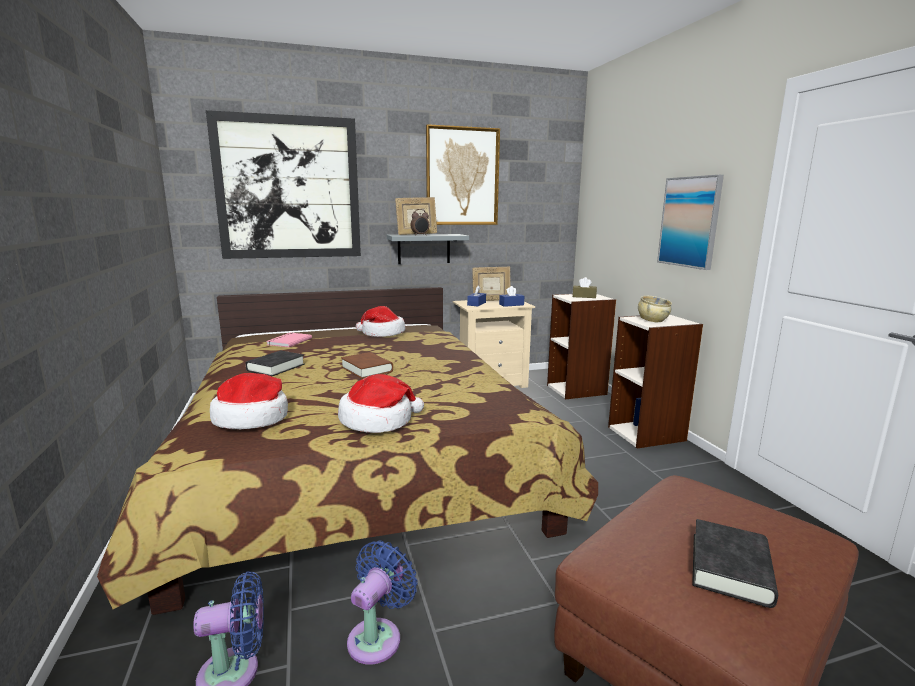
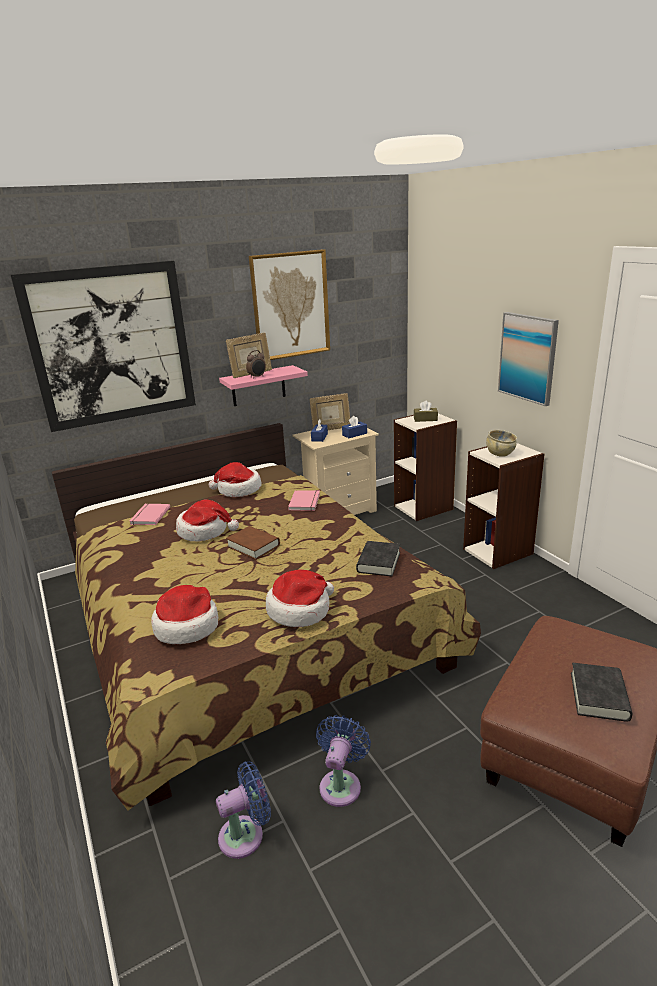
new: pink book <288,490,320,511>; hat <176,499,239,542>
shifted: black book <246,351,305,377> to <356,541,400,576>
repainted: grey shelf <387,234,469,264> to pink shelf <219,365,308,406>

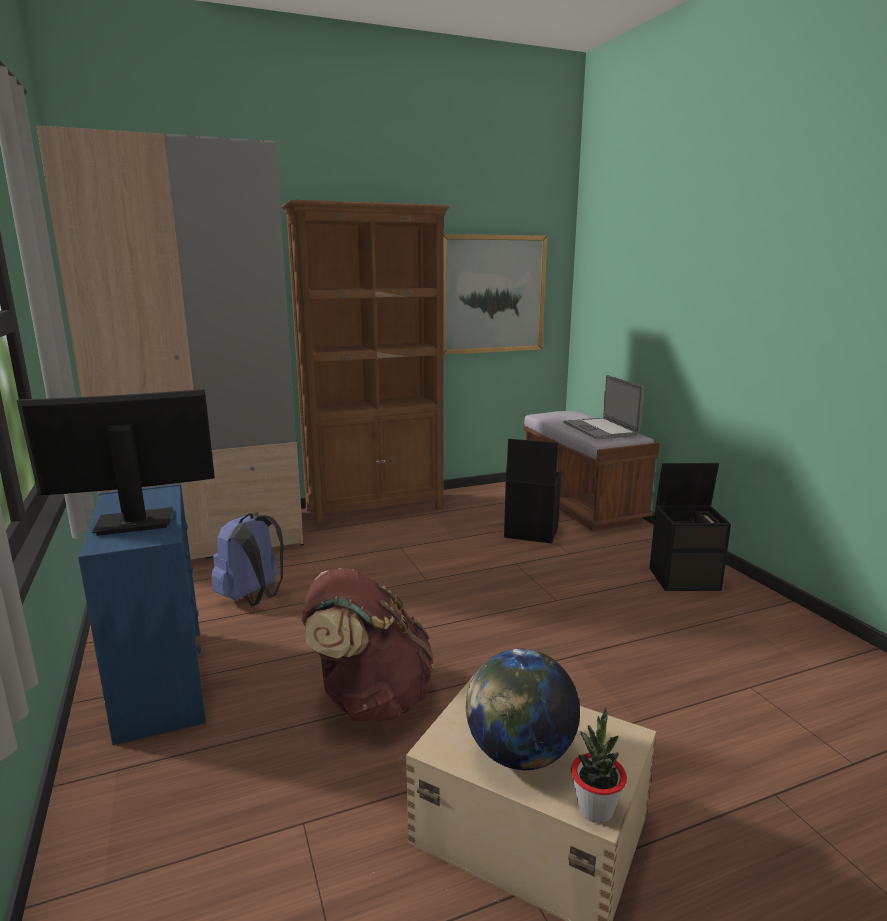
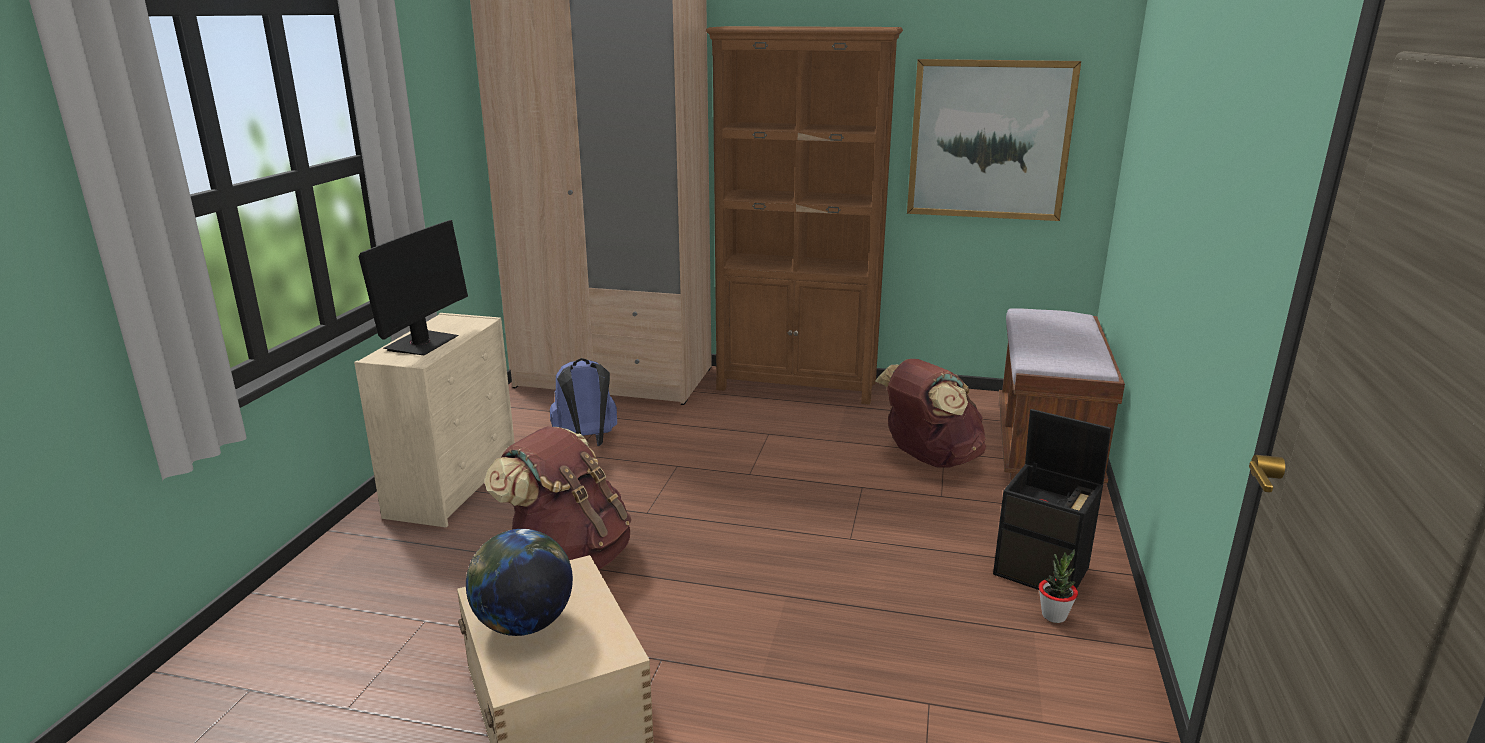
gone: laptop <563,375,644,439>
shifted: potted plant <571,707,627,823> to <1039,550,1078,623>
swapped: black storage box <504,439,561,544> to brown backpack <875,359,986,468>
repainted: blue dresser <78,484,206,745> to beige dresser <354,313,515,527>
rotated: monitor <17,389,215,536> = <359,220,468,355> 90 degrees clockwise

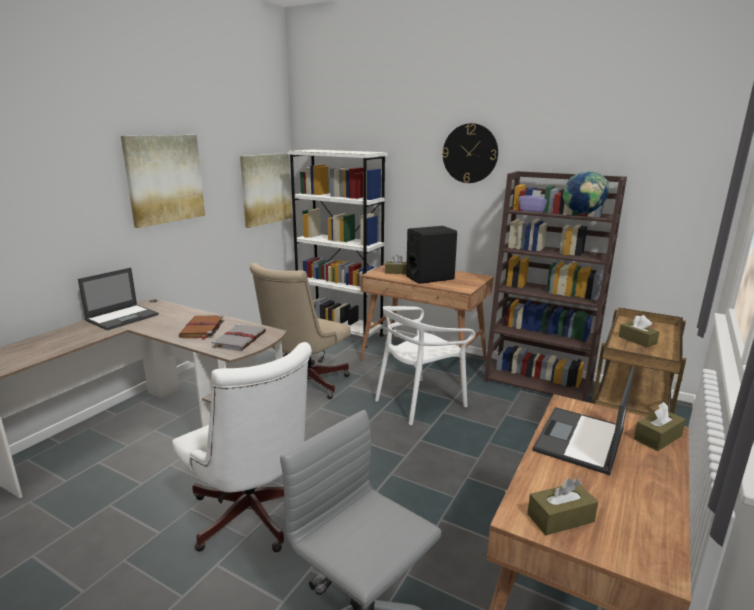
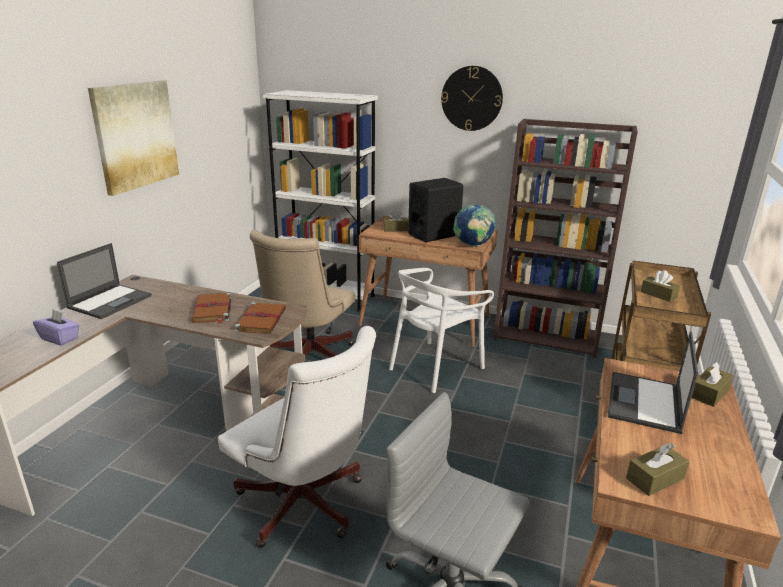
gone: picture <240,153,292,228>
shifted: globe <563,171,609,215> to <453,204,496,247>; purple tissue box <519,190,547,213> to <33,310,80,345>
repainted: grey book <212,324,266,351> to brown book <235,302,286,334>

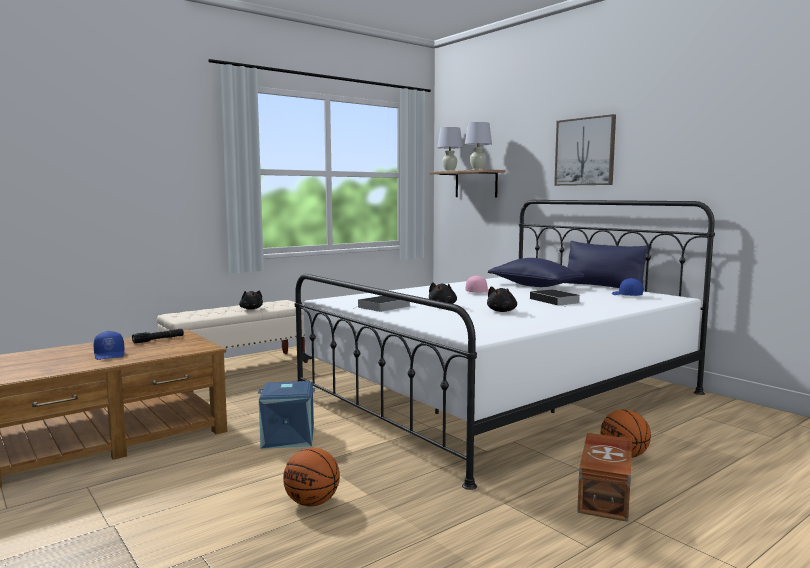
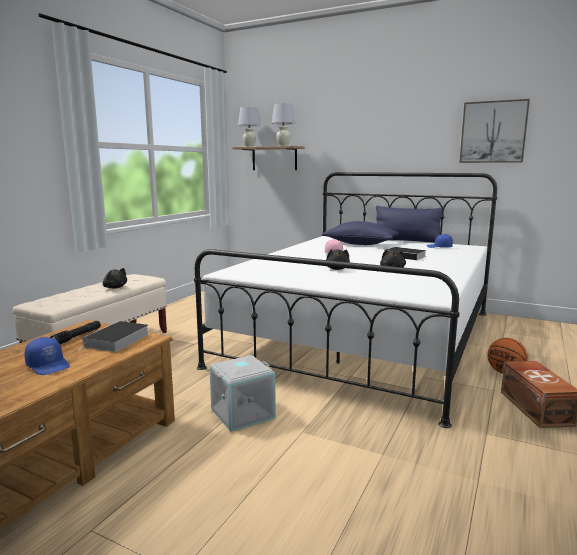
gone: basketball <283,448,340,506>
shifted: picture <554,114,616,186> to <459,99,530,163>; book <353,296,410,312> to <79,321,149,352>
repainted: blue storage box <258,381,315,449> to grey storage box <209,355,276,432>

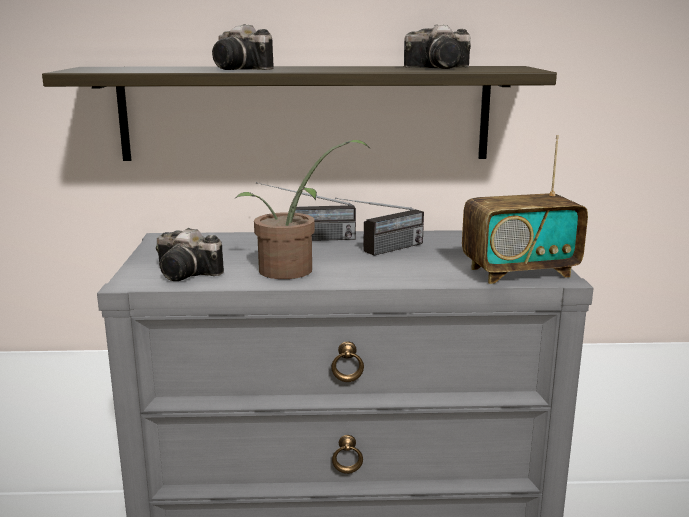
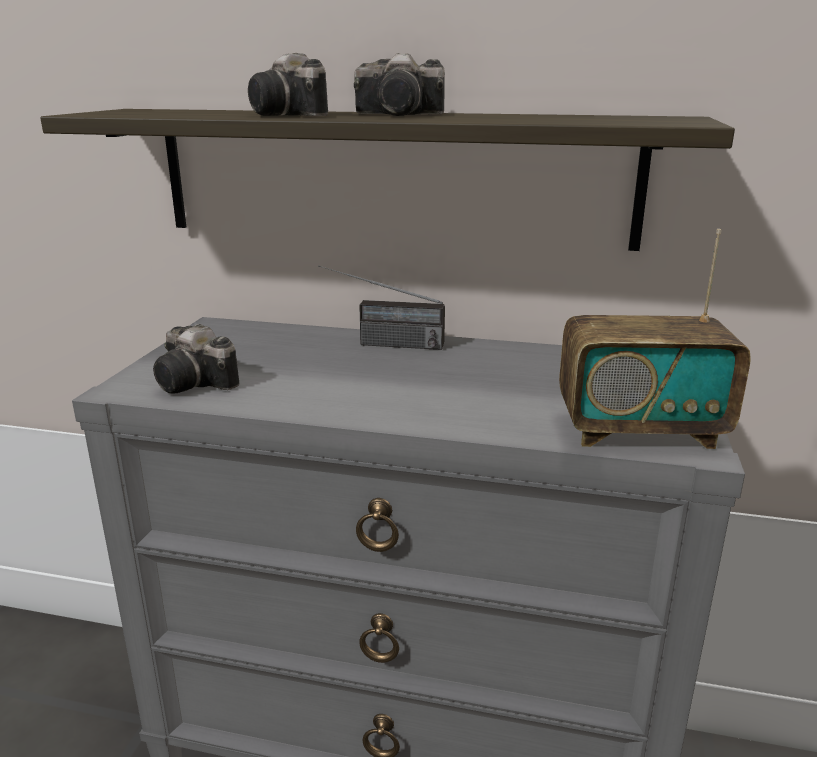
gone: potted plant <236,140,370,279>; radio <335,198,424,256>
shifted: photo camera <404,24,471,69> to <354,53,445,116>

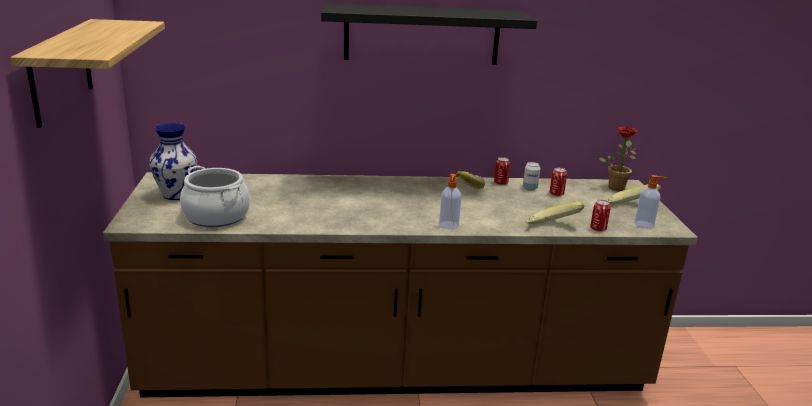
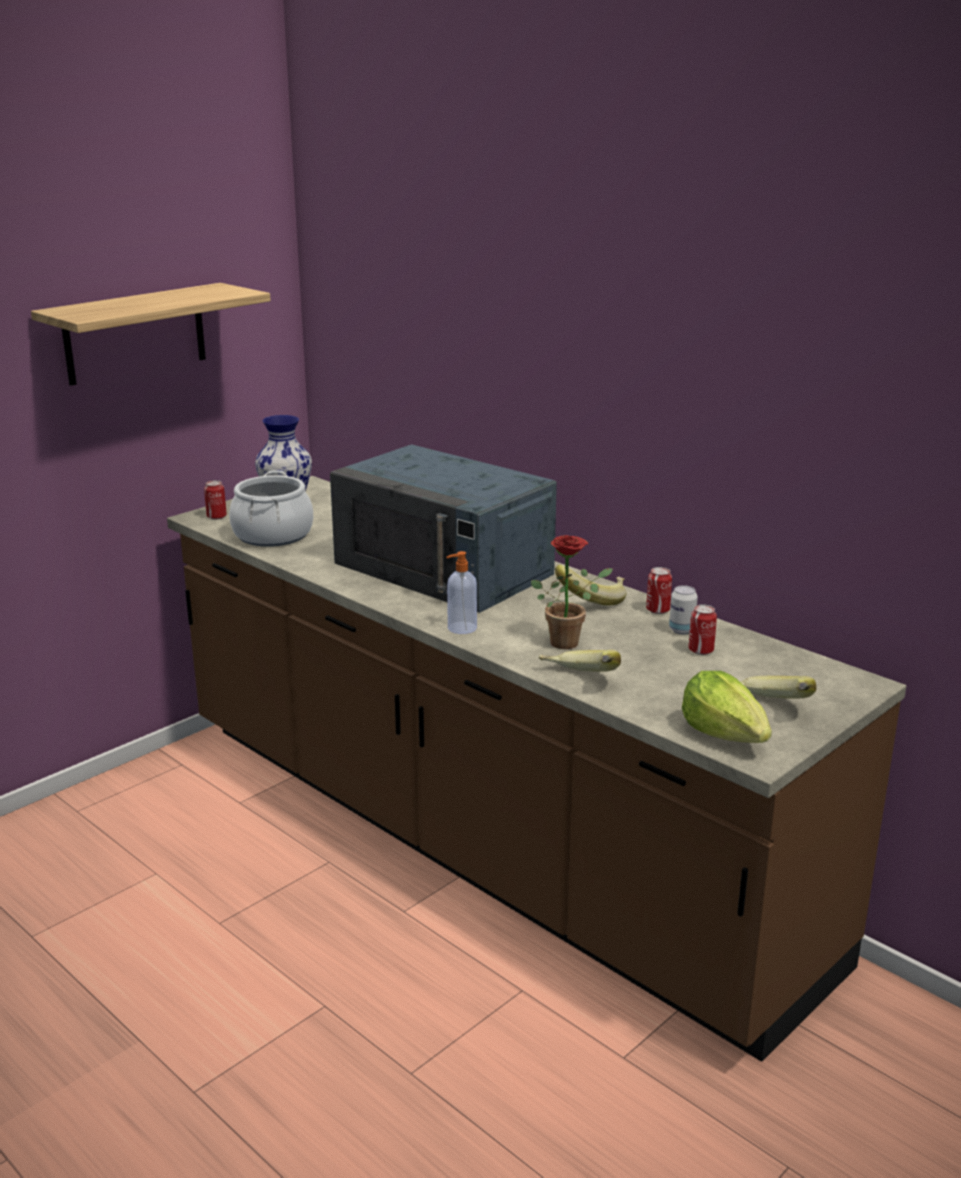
gone: black shelf <321,3,537,65>
new: blue microwave <330,444,557,613>
shifted: potted plant <599,127,638,191> to <531,535,613,649>; can <590,200,611,232> to <204,480,227,520>
swapped: soap dispenser <634,175,667,229> to lettuce <682,671,772,743>

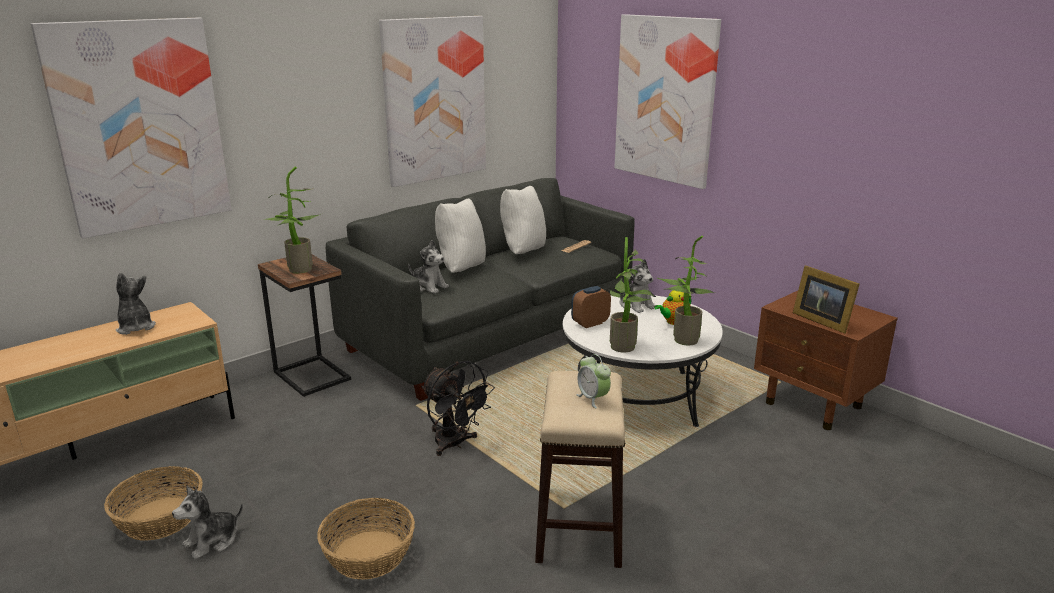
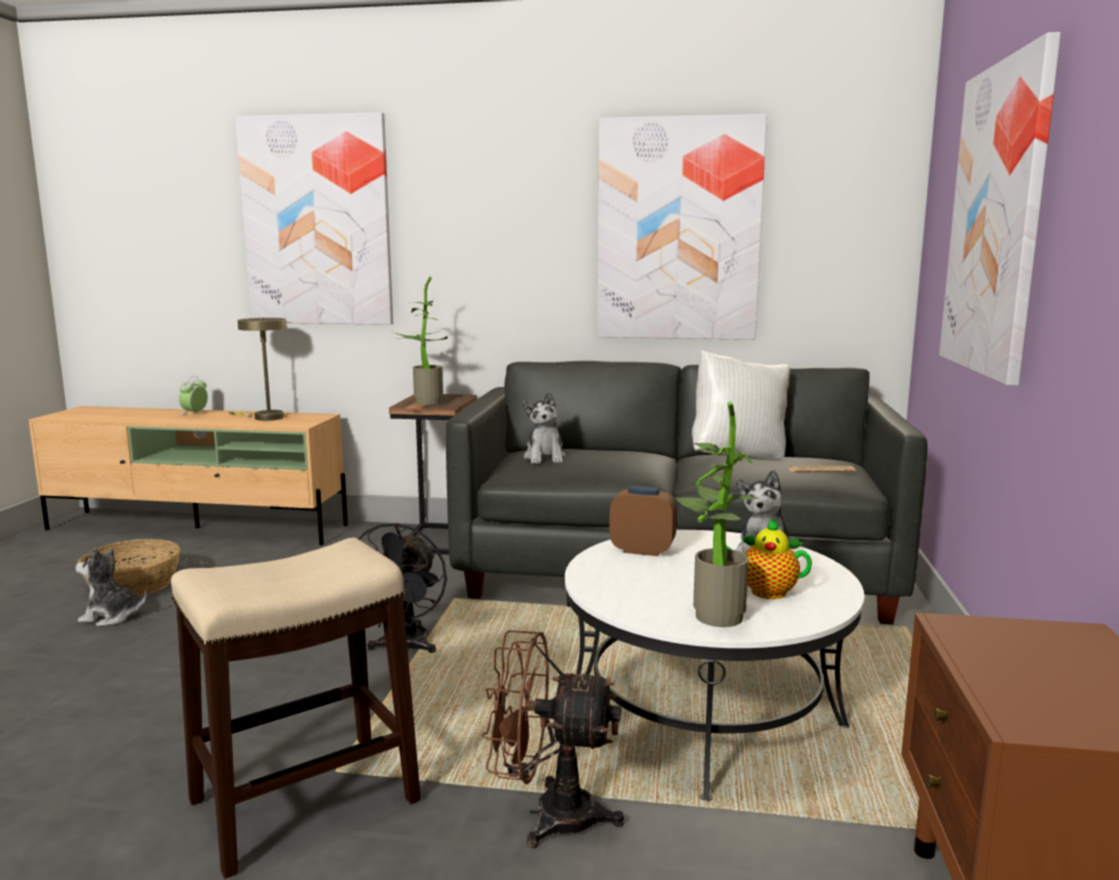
gone: white pillow <435,199,486,273>; potted plant <609,237,656,352>; picture frame <793,266,860,334>; basket <317,498,415,580>
new: brown fan <482,630,624,848>
shifted: alarm clock <576,354,611,408> to <179,376,208,416>
swapped: plush toy <116,272,156,335> to beige table lamp <228,318,287,421>

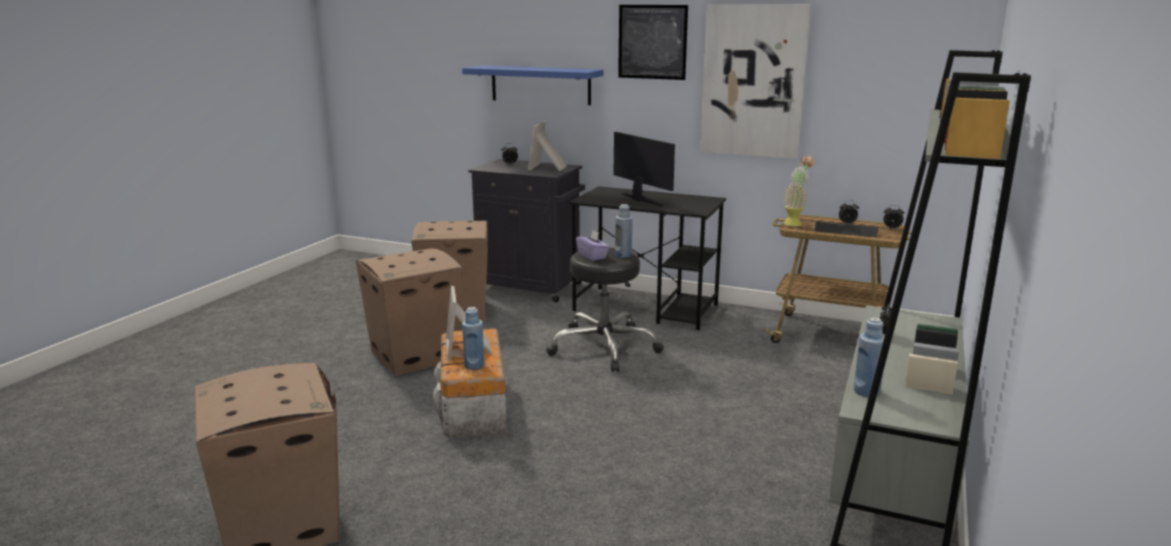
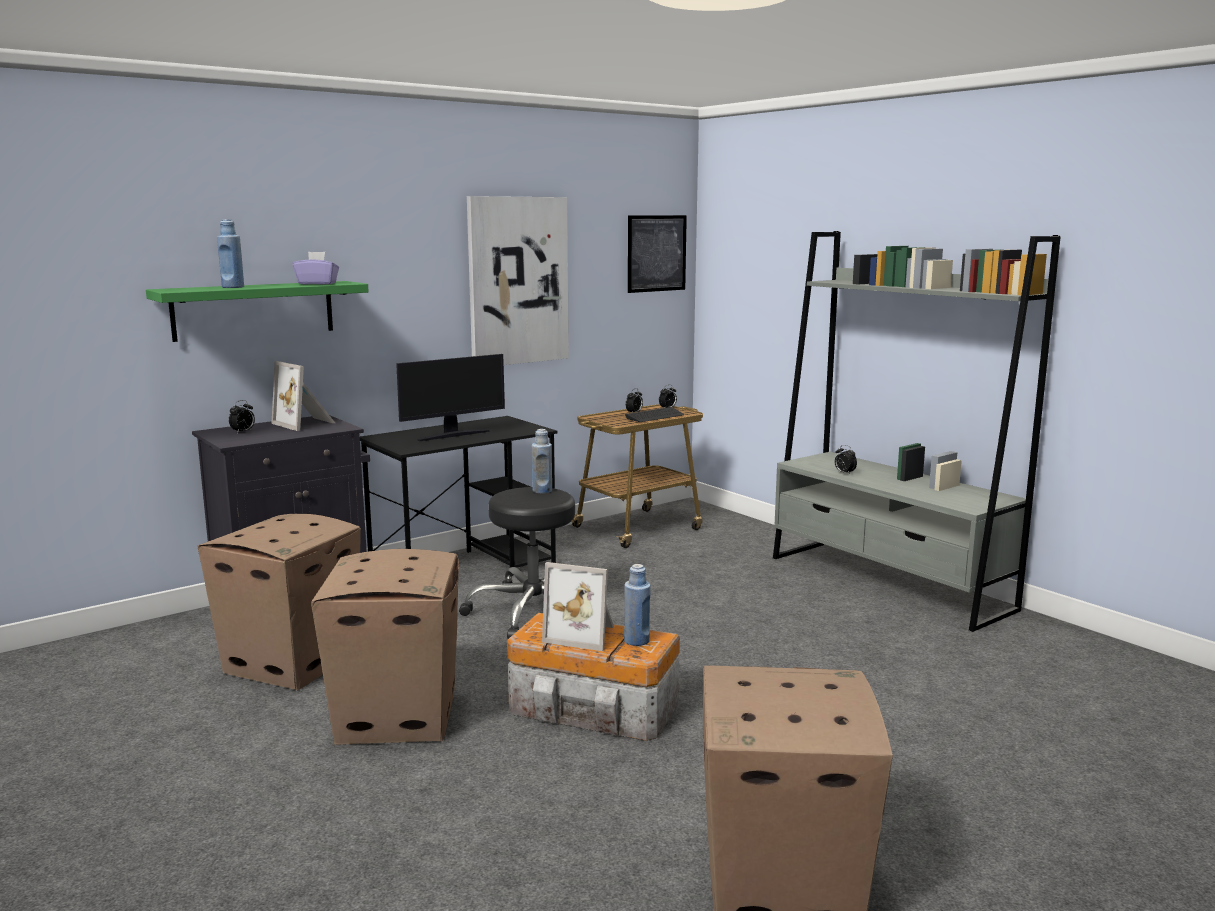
gone: potted plant <783,156,815,226>
shifted: picture <618,5,688,80> to <628,215,687,293>; purple tissue box <576,230,609,261> to <292,252,339,284>; blue bottle <854,318,885,397> to <217,219,244,288>
repainted: blue shelf <462,65,603,105> to green shelf <146,281,369,342>
rotated: monitor <613,132,675,206> = <396,354,505,441> 150 degrees clockwise

